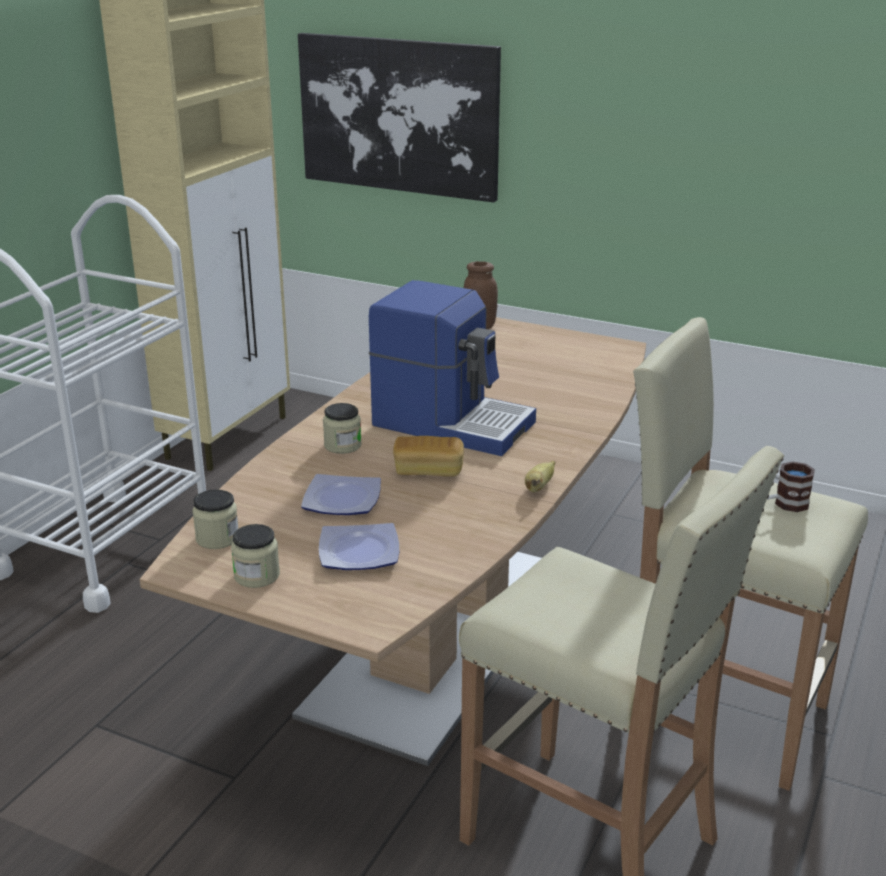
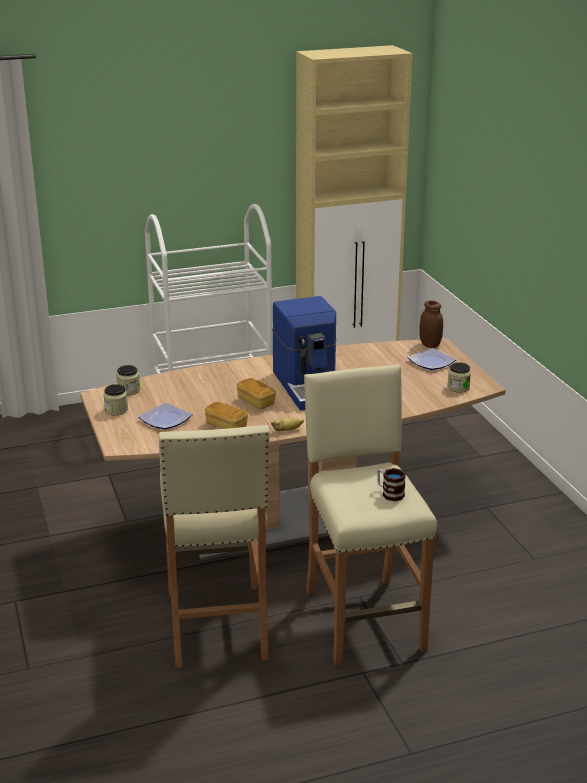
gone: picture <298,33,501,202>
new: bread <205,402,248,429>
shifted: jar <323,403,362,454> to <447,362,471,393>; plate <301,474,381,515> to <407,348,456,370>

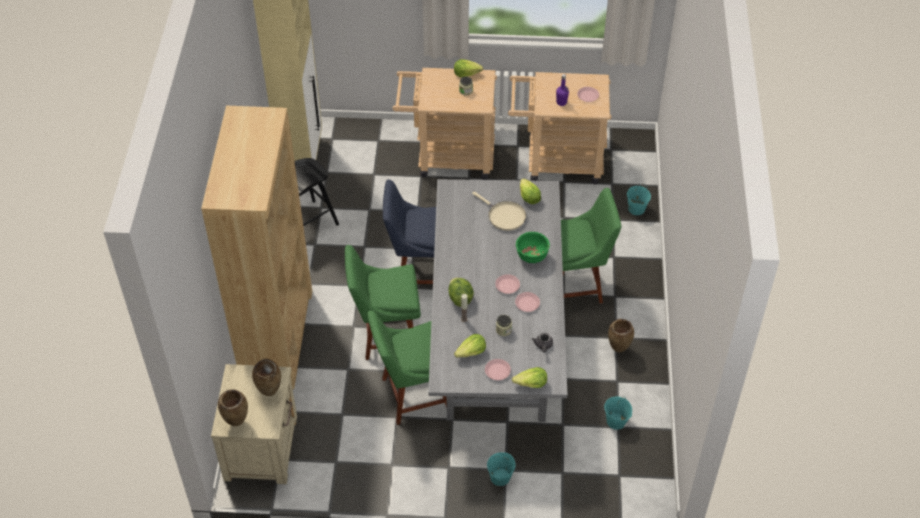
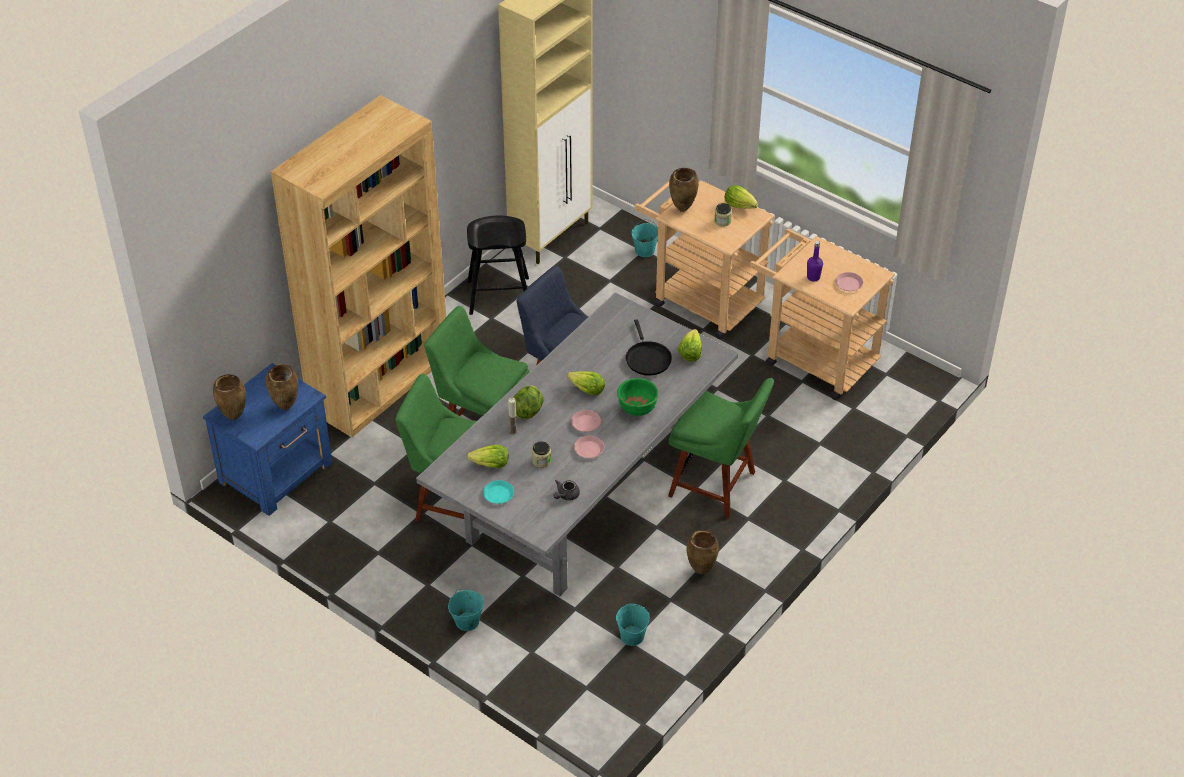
new: brown vase <669,168,699,212>
shifted: turquoise bucket <627,184,651,215> to <631,219,658,257>; lettuce <512,367,547,388> to <567,371,605,395>
repainted: beige frying pan <472,191,526,231> to black frying pan <626,319,672,376>; pink plate <485,359,511,380> to turquoise plate <483,480,514,504>; beige nightstand <211,364,297,484> to blue nightstand <203,363,332,516>

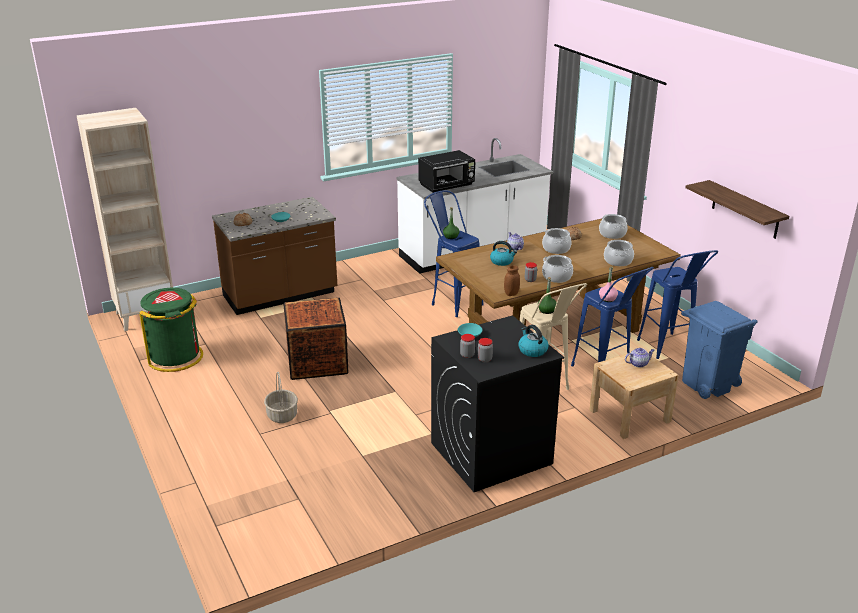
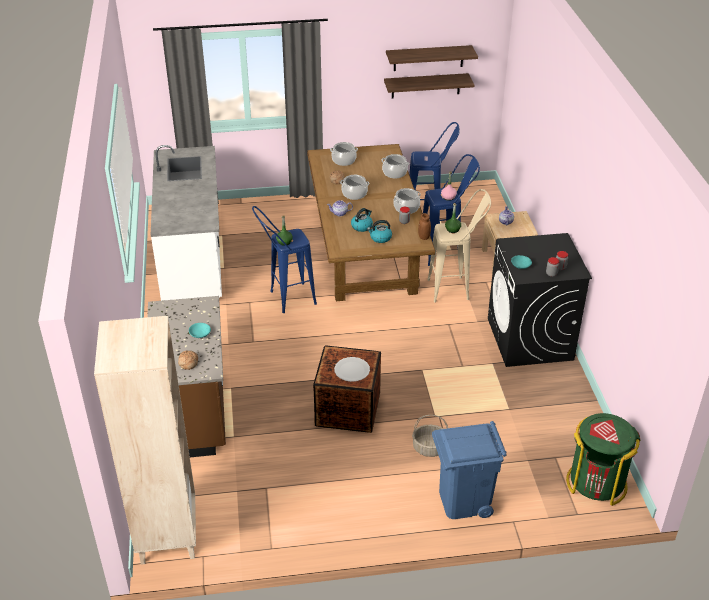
gone: black microwave <418,150,475,193>
new: shelf <386,45,478,71>; white plate <334,357,370,382>
shifted: green trash can <139,288,203,372> to <566,413,641,506>; blue trash can <681,301,757,399> to <432,421,507,519>; kettle <518,325,548,357> to <367,220,392,243>

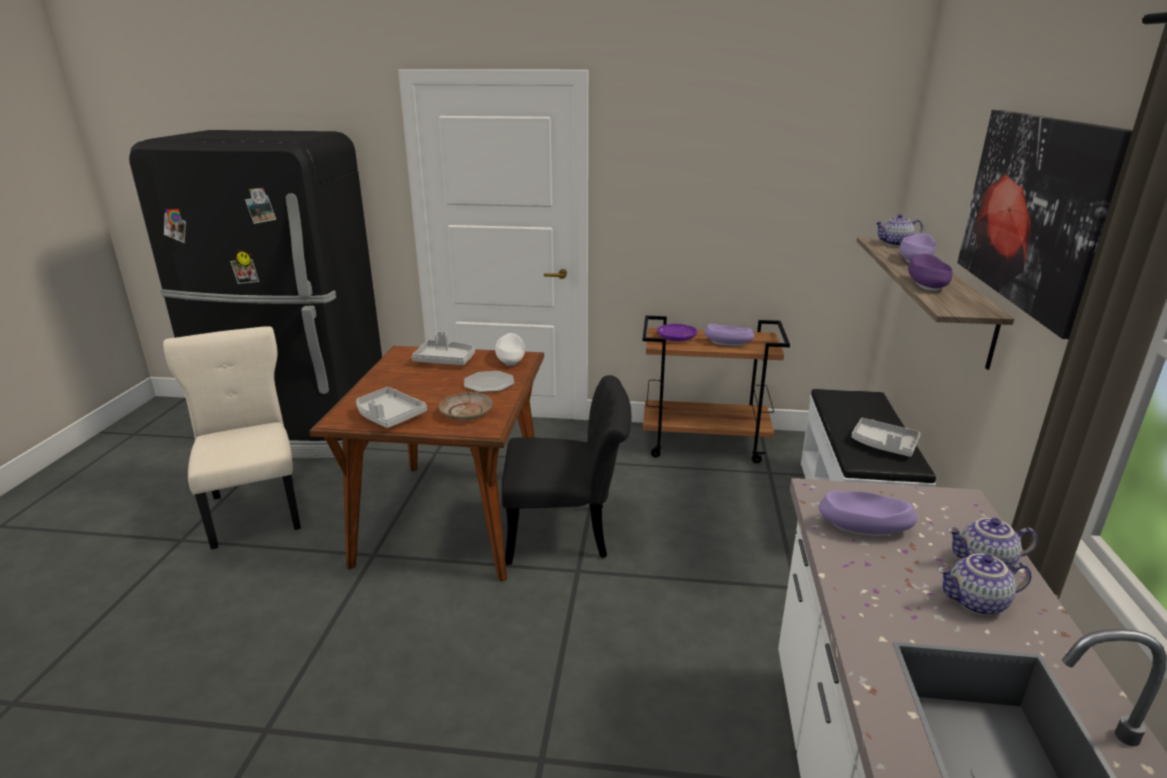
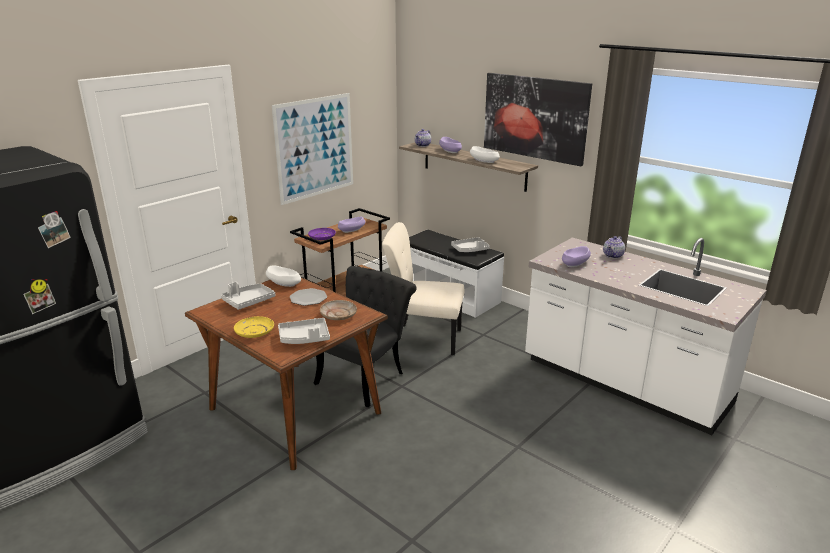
gone: teapot <938,553,1032,616>
new: picture <272,93,353,205>; yellow plate <234,316,274,338>
shifted: beige chair <163,326,301,549> to <382,222,465,355>
repainted: purple bowl <908,254,952,291> to white bowl <470,146,500,163>

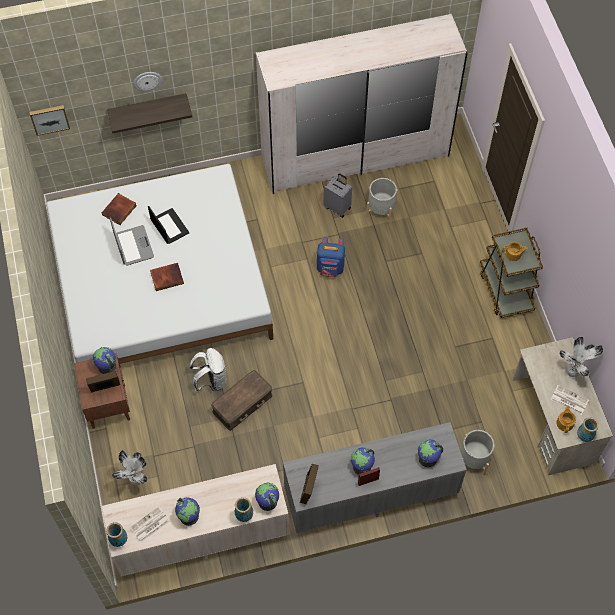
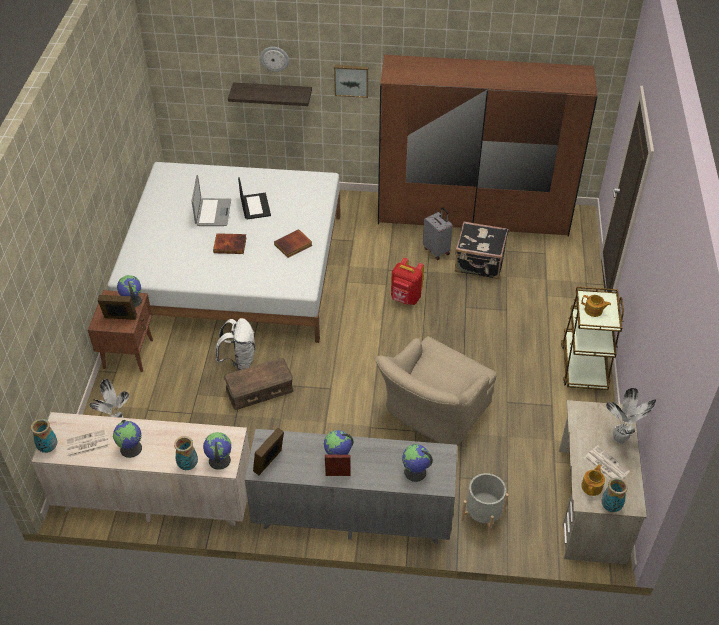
new: beige armchair <376,336,496,445>
shifted: picture <30,105,70,136> to <334,65,368,98>; book <102,193,137,225> to <274,229,313,258>
swapped: grey planter <366,178,398,223> to black suitcase <455,221,508,279>
repainted: white wardrobe <256,14,468,194> to brown wardrobe <378,54,598,237>; blue backpack <317,237,345,277> to red backpack <391,258,424,305>

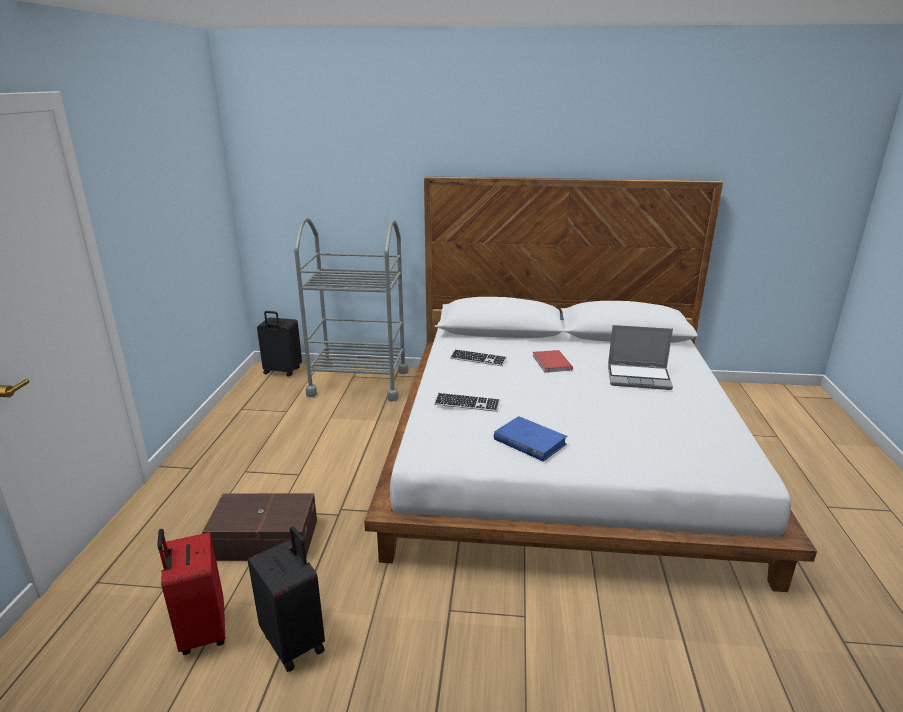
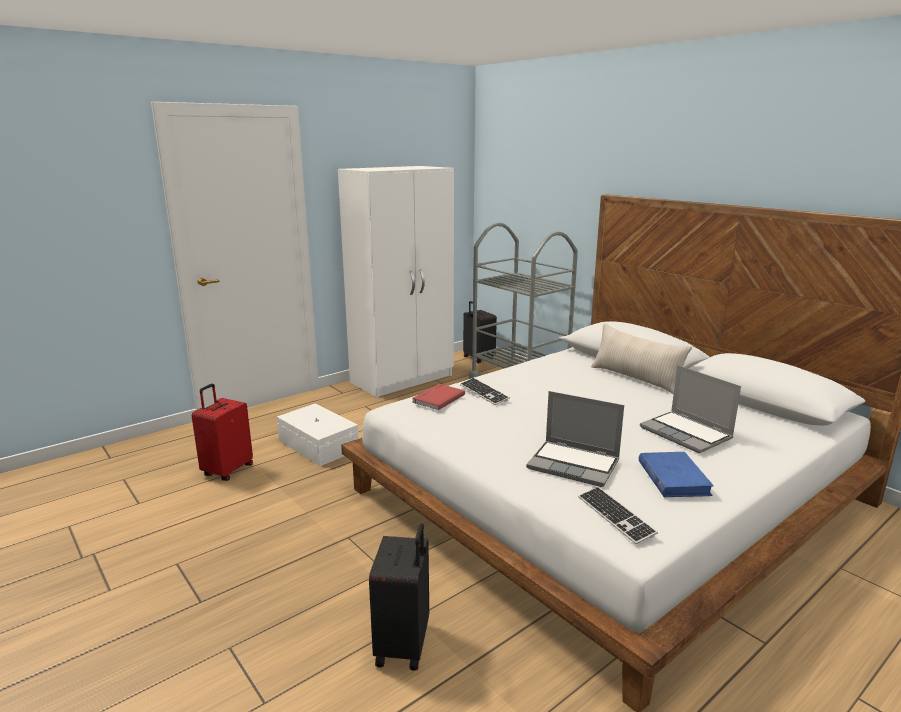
new: white wardrobe <338,166,454,398>; beige pillow <591,323,692,394>; laptop <526,391,624,487>
shifted: keyboard <450,349,507,366> to <578,487,658,544>; red book <532,350,573,373> to <412,384,465,410>; blue book <494,416,567,462> to <639,452,714,497>; black suitcase <248,526,325,672> to <369,523,429,671>
repainted: brown storage box <202,493,317,561> to white storage box <277,403,359,466>

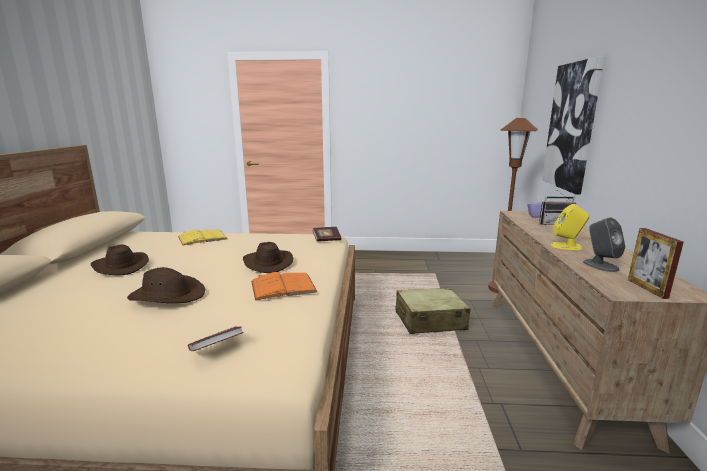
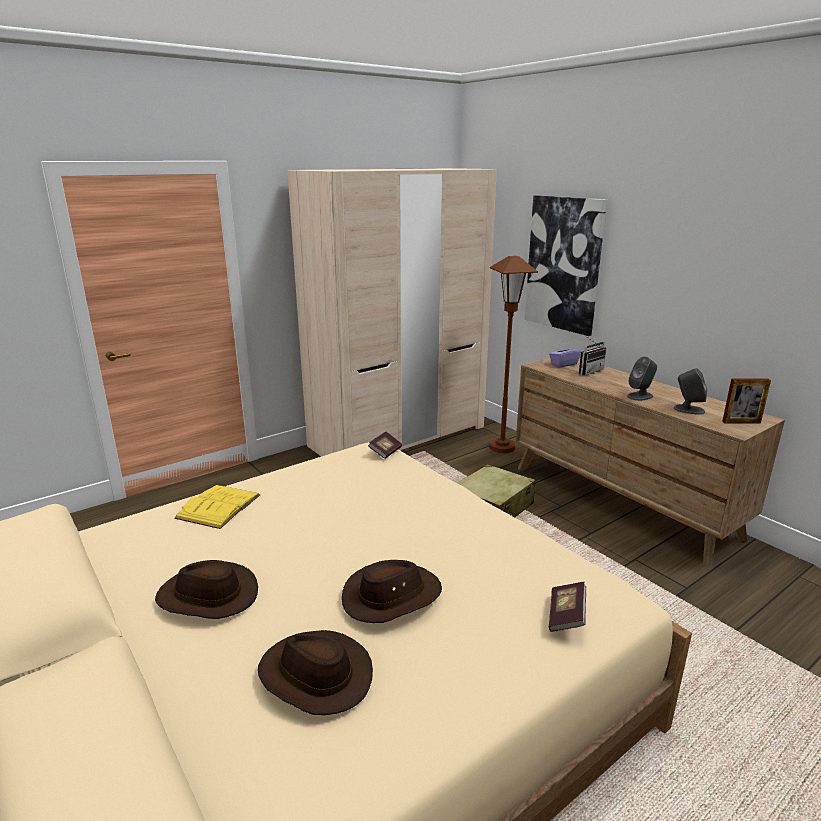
gone: orange book <251,272,317,300>
new: beige wardrobe <287,168,497,456>
shifted: brown hat <243,242,293,273> to <258,630,373,715>
repainted: yellow speaker <551,204,589,250> to grey speaker <627,356,657,401>
rotated: picture frame <628,228,684,299> = <722,379,771,424> 45 degrees counterclockwise

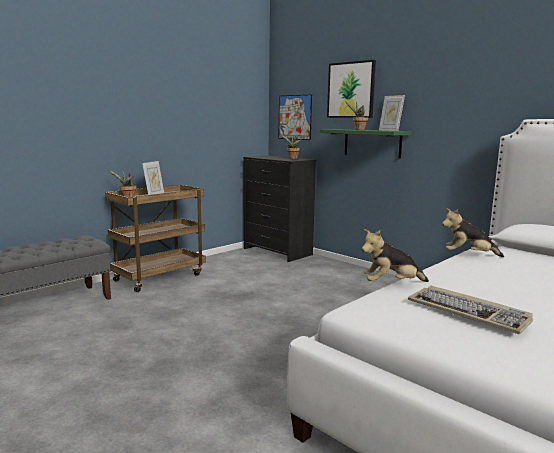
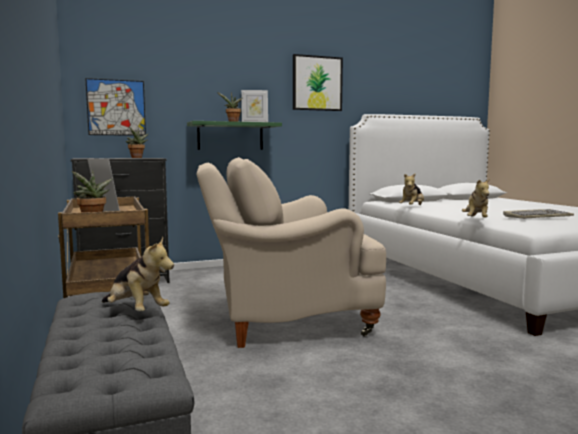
new: beige armchair <196,157,386,348>; plush toy <102,237,174,311>
shifted: picture <327,60,376,118> to <293,54,343,111>

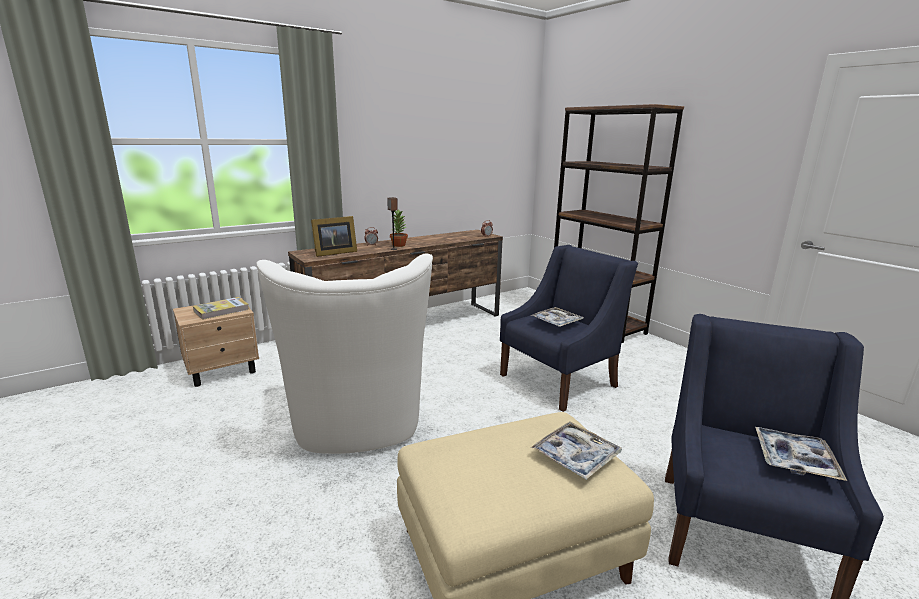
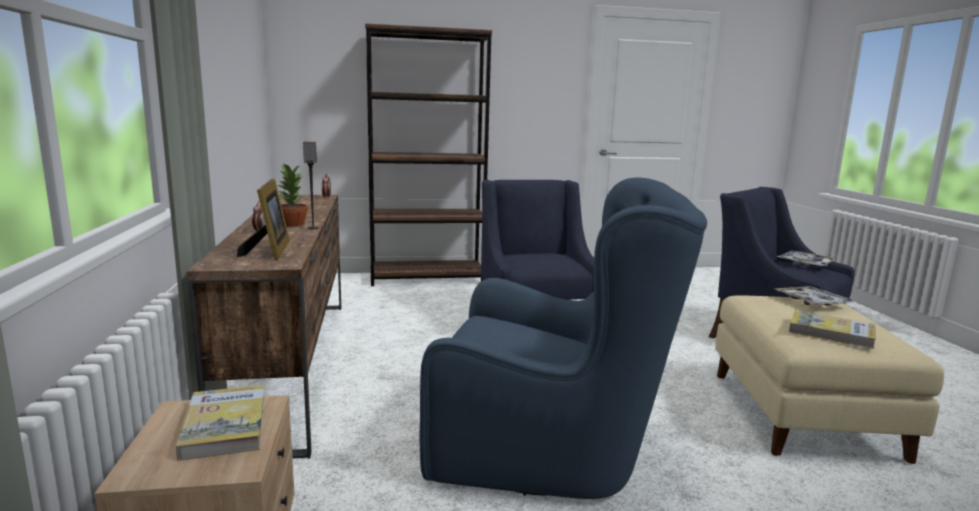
gone: tray <530,307,584,327>
new: book <789,310,876,349>
repainted: white armchair <256,254,433,454> to blue armchair <420,178,707,499>

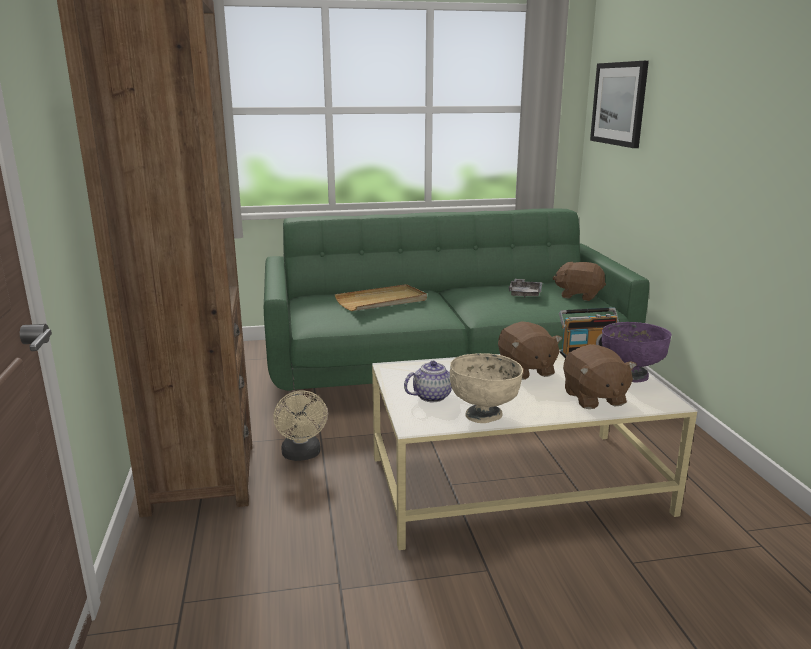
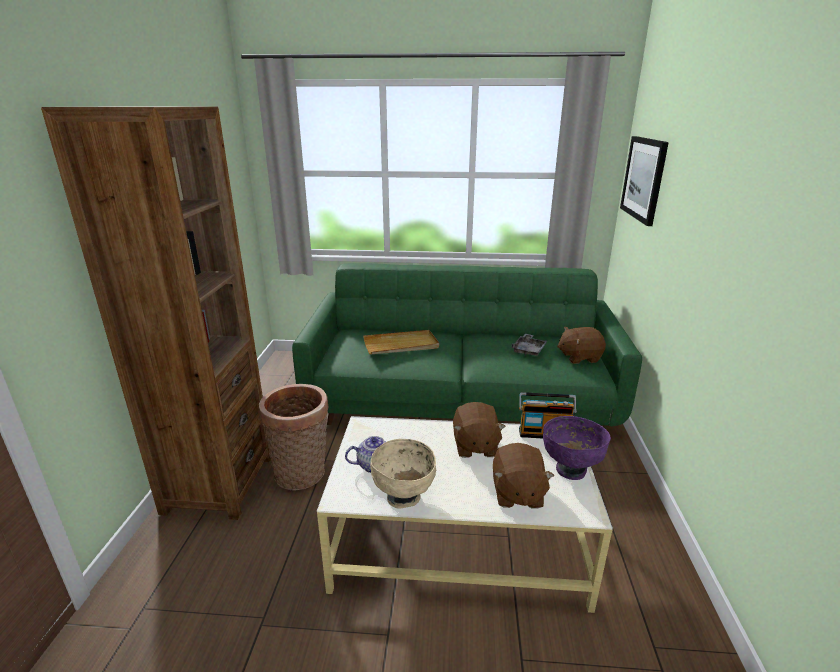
swapped: beige fan <273,391,327,461> to basket <259,384,328,490>
rotated: brown plush toy <553,262,606,301> = <557,327,606,364> 45 degrees counterclockwise

